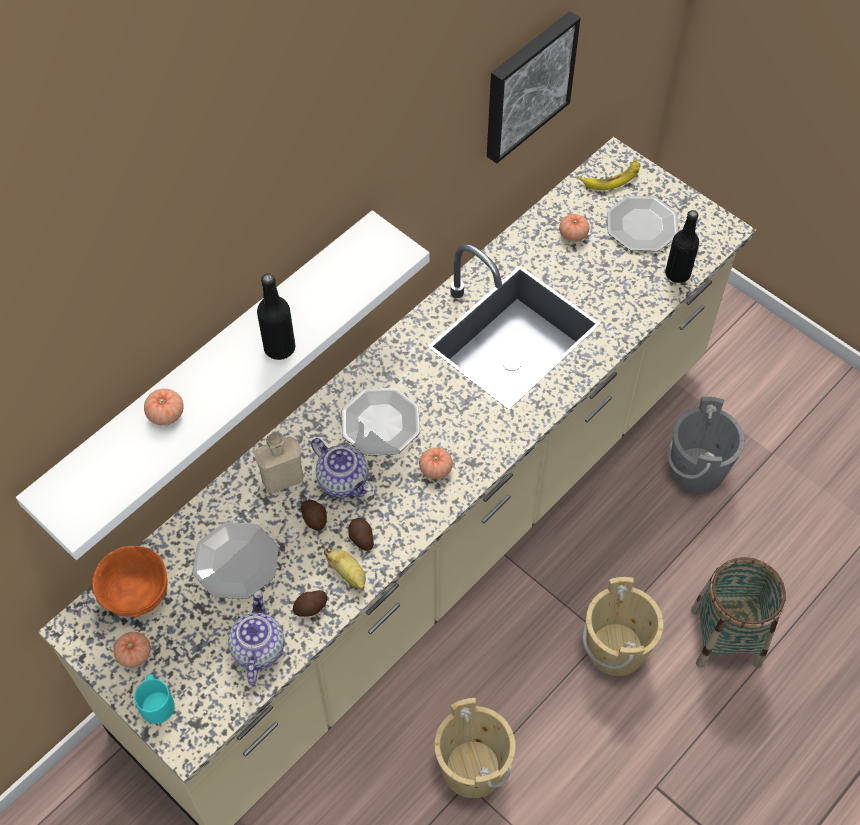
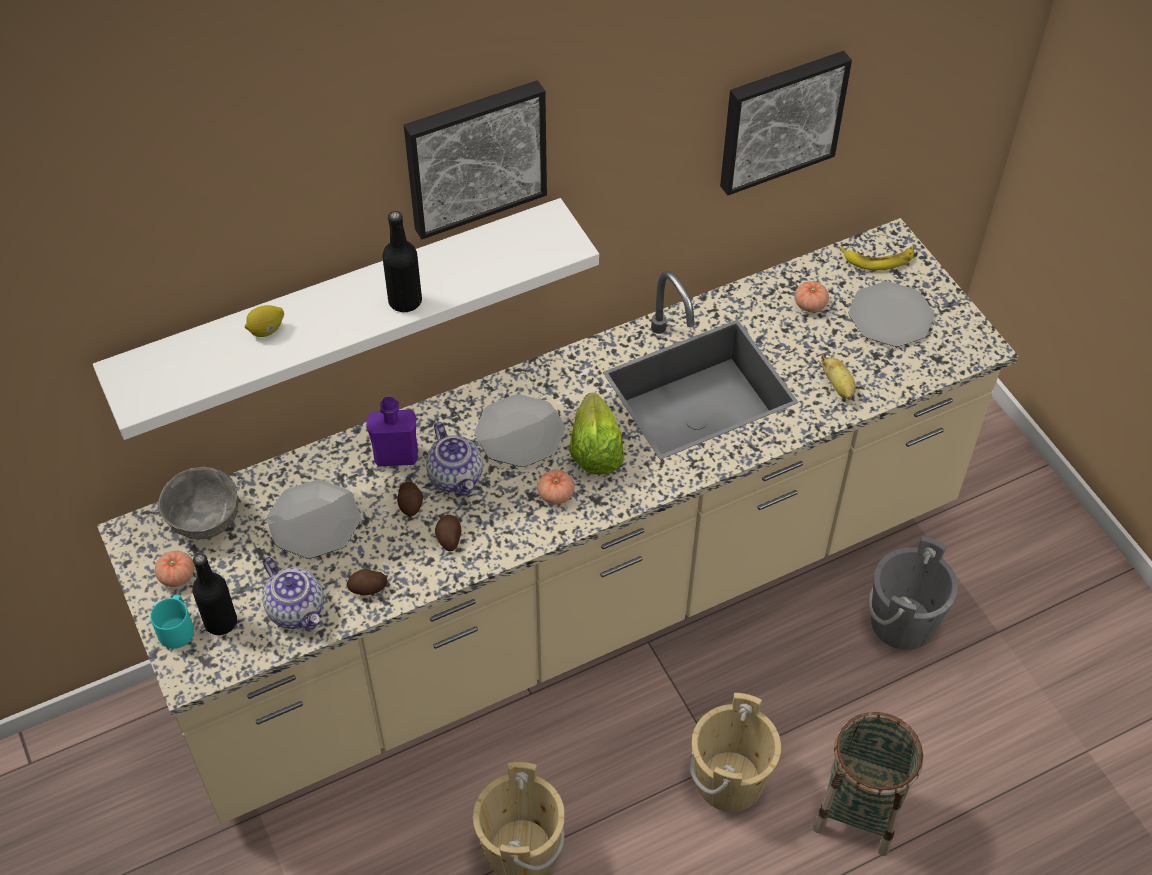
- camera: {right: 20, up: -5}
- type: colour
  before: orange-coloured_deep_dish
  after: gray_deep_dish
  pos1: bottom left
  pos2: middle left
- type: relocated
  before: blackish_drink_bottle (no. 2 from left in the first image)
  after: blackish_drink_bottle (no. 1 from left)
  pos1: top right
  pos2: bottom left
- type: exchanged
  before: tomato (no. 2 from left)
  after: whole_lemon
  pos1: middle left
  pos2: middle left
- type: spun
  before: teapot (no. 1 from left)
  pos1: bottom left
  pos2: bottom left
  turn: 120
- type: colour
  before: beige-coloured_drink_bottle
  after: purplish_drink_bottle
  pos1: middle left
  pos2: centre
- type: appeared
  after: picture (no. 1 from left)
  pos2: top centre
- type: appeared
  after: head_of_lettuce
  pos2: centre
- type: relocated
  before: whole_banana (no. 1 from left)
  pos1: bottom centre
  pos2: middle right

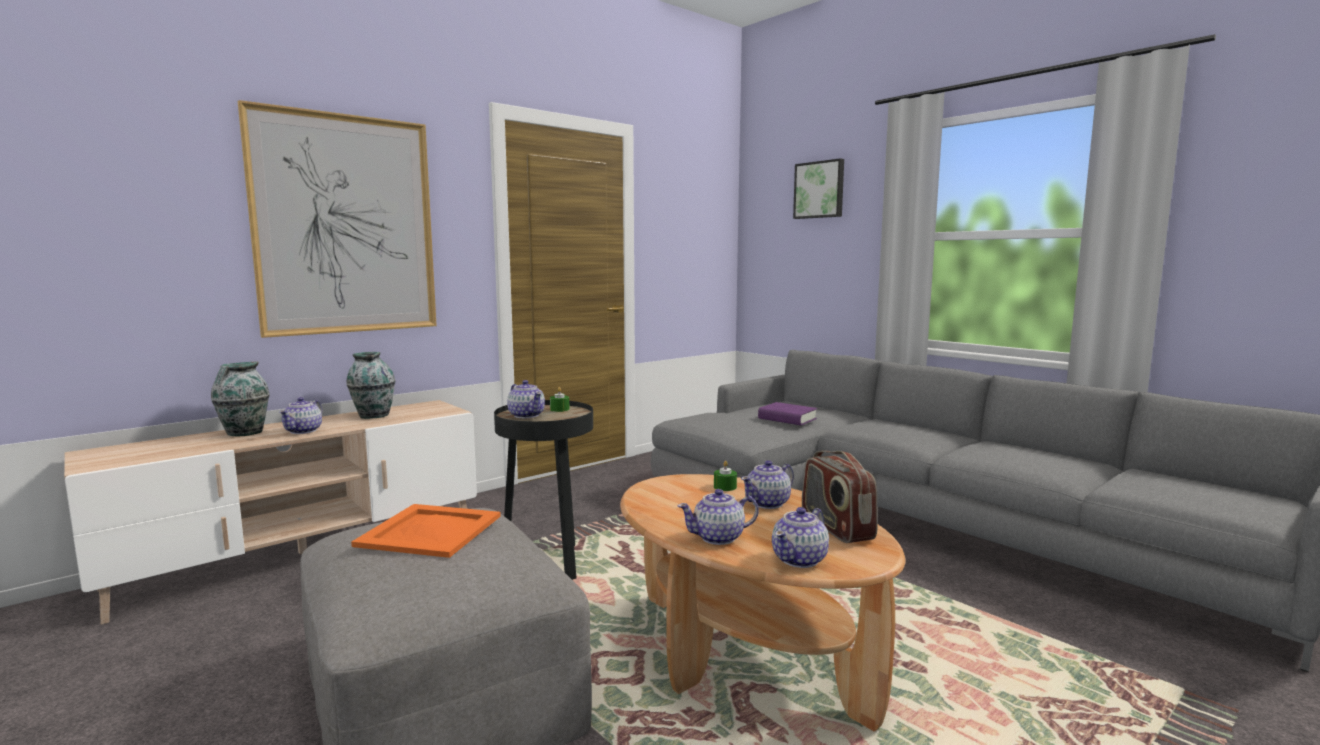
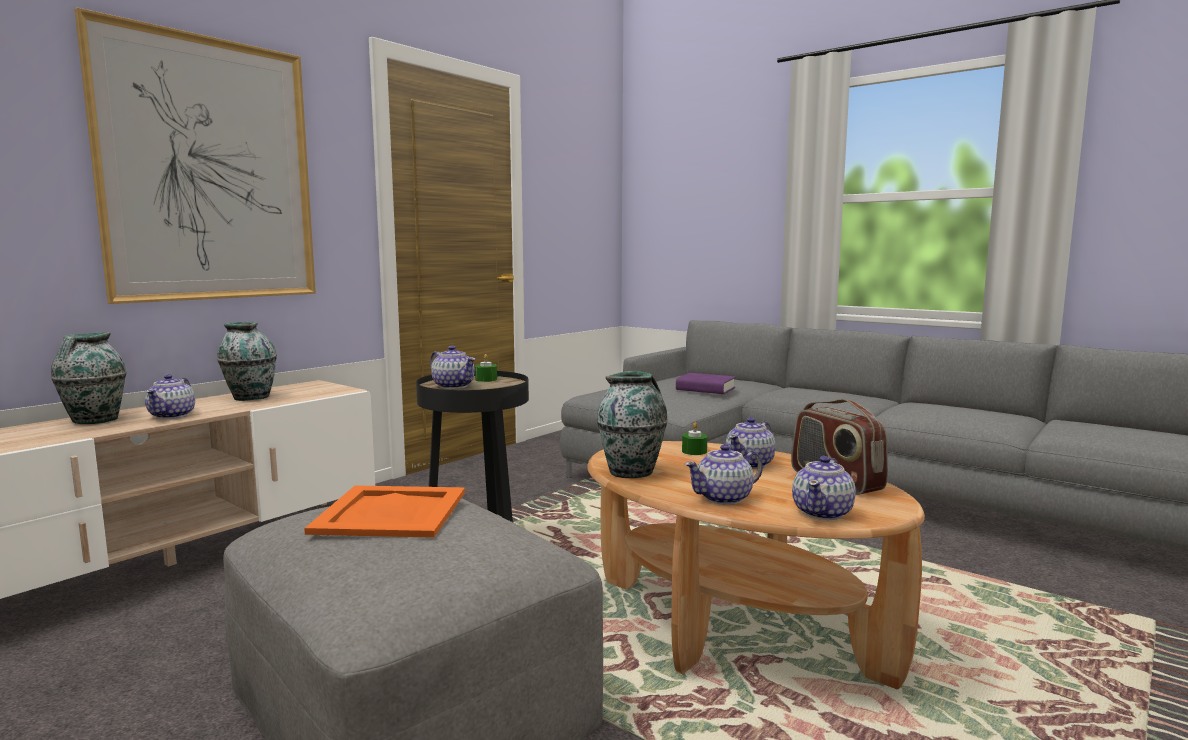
- camera: {right: -10, up: 0}
- type: appeared
  after: vase (no. 3 from left)
  pos2: centre
- type: missing
  before: picture (no. 2 from left)
  pos1: top centre

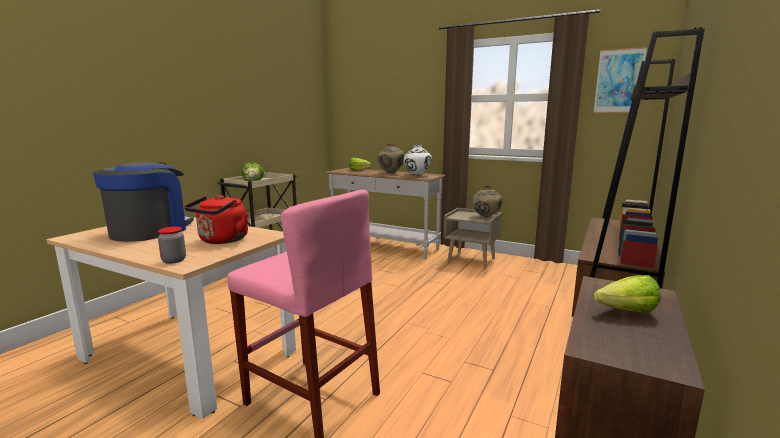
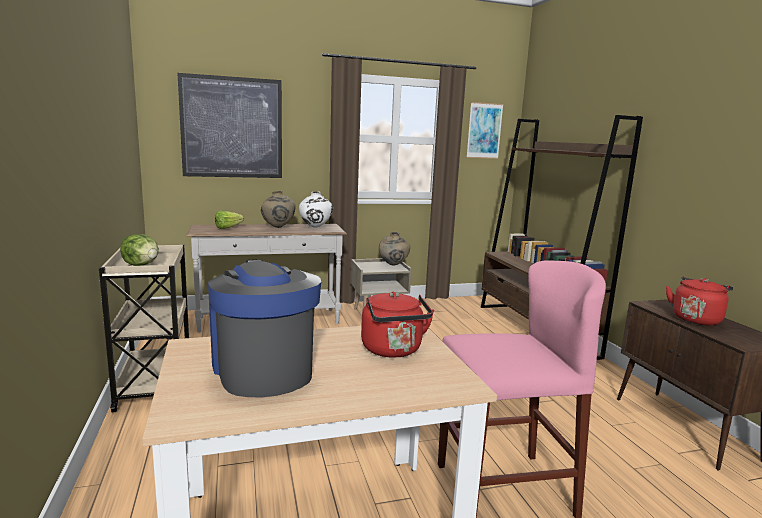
- camera: {right: -45, up: 0}
- type: appeared
  after: picture (no. 1 from left)
  pos2: top left
- type: exchanged
  before: head_of_lettuce (no. 3 from left)
  after: reddish_tea_kettle (no. 2 from left)
  pos1: bottom right
  pos2: middle right
- type: missing
  before: storage_jar
  pos1: middle left

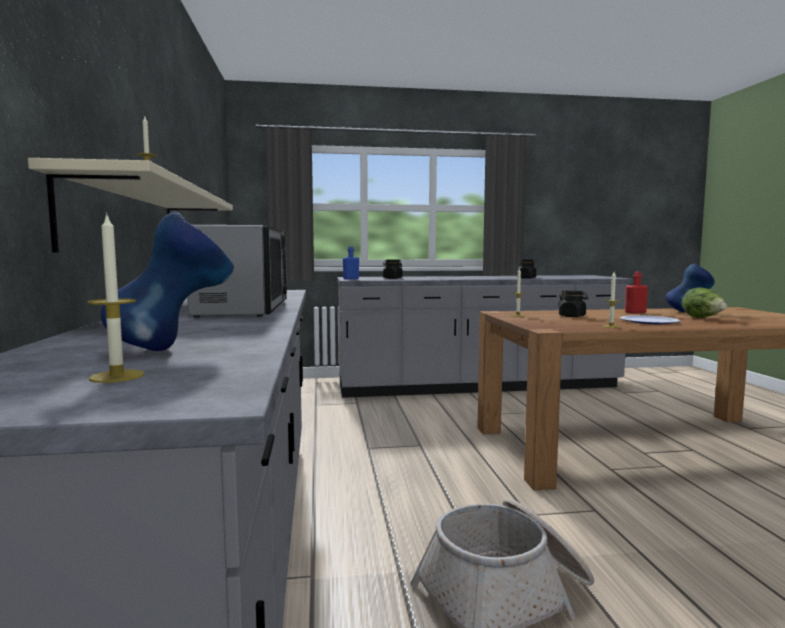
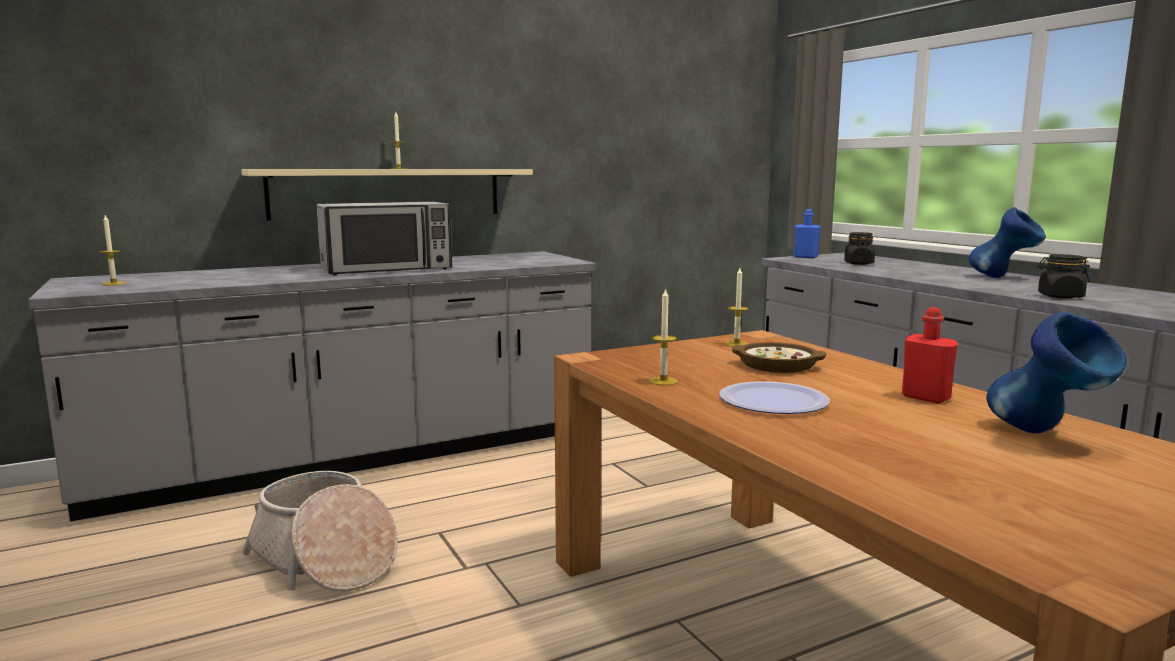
- camera: {right: 70, up: 5}
- type: exchanged
  before: blackish_storage_jar (no. 3 from left)
  after: deep_dish
  pos1: middle right
  pos2: centre
- type: relocated
  before: blue-coloured_vase (no. 1 from left)
  pos1: middle left
  pos2: middle right
- type: missing
  before: head_of_lettuce
  pos1: middle right

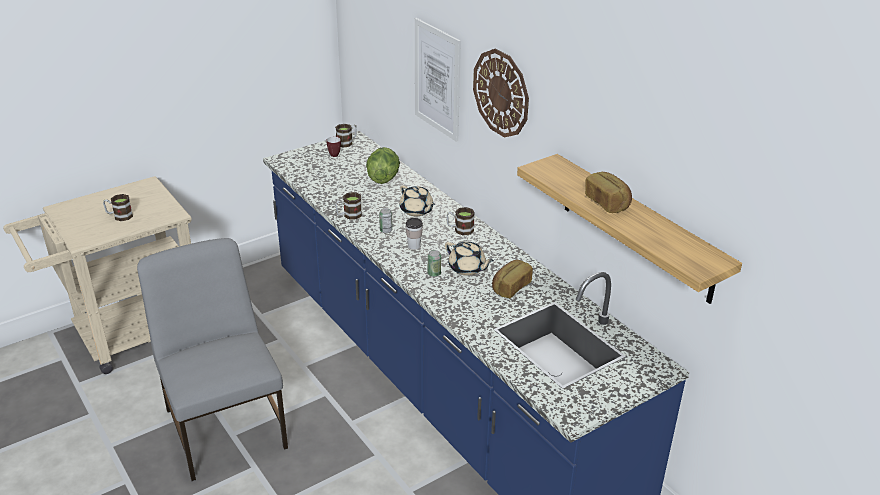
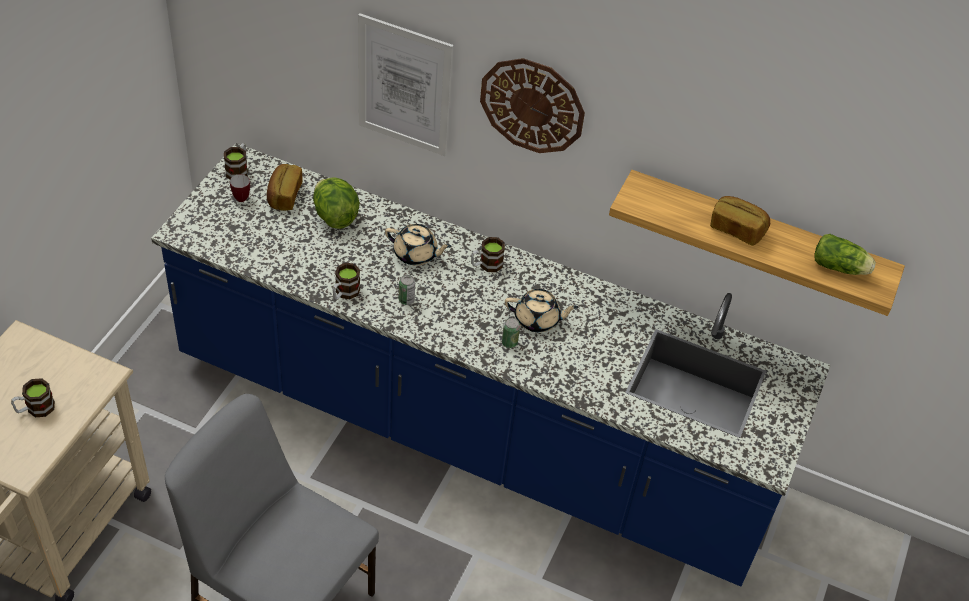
- camera: {right: -35, up: 15}
- type: relocated
  before: baked_bread (no. 1 from left)
  pos1: centre
  pos2: top left
- type: appeared
  after: head_of_lettuce (no. 2 from left)
  pos2: middle right
- type: missing
  before: small_cup
  pos1: centre

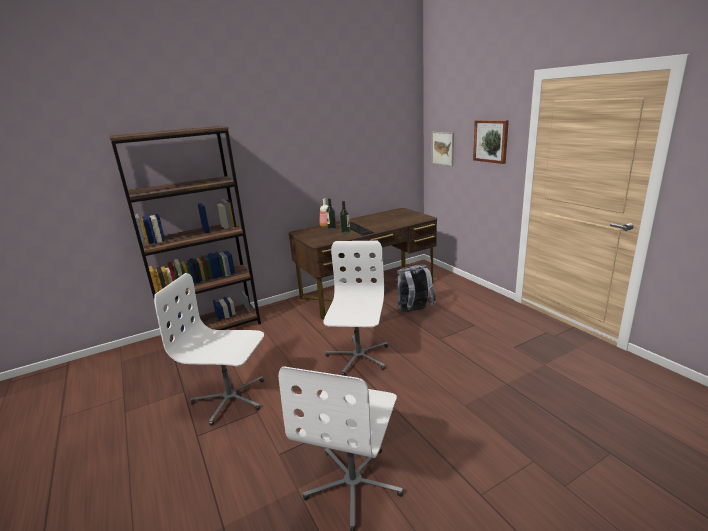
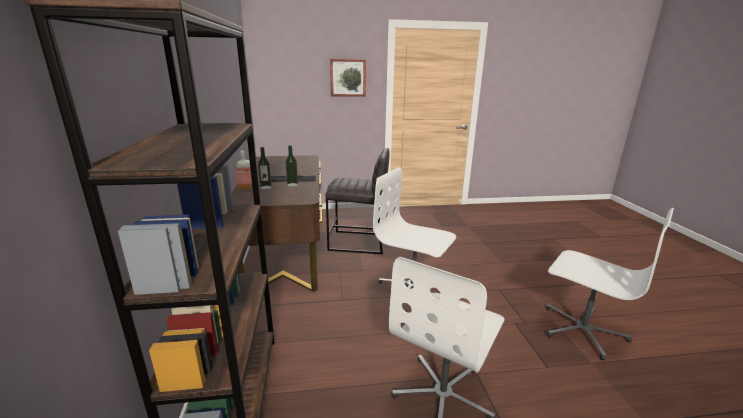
- camera: {right: -70, up: 0}
- type: exchanged
  before: gray_backpack
  after: gray_stool
  pos1: centre
  pos2: centre
- type: missing
  before: picture (no. 1 from left)
  pos1: top centre

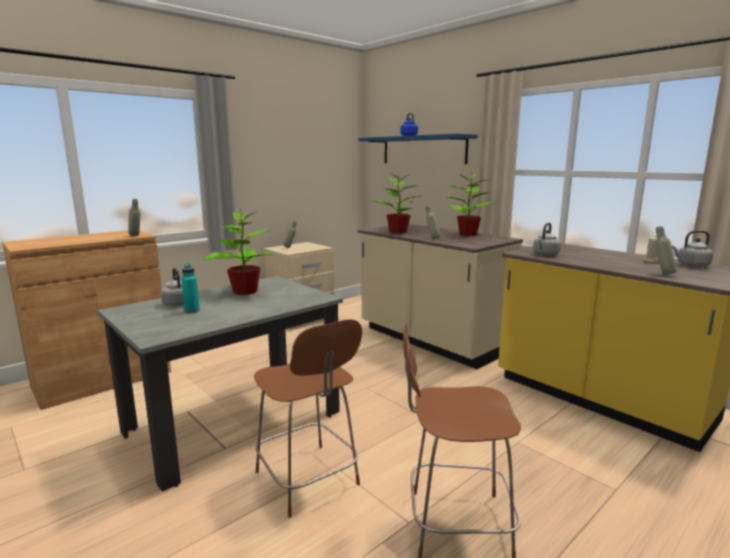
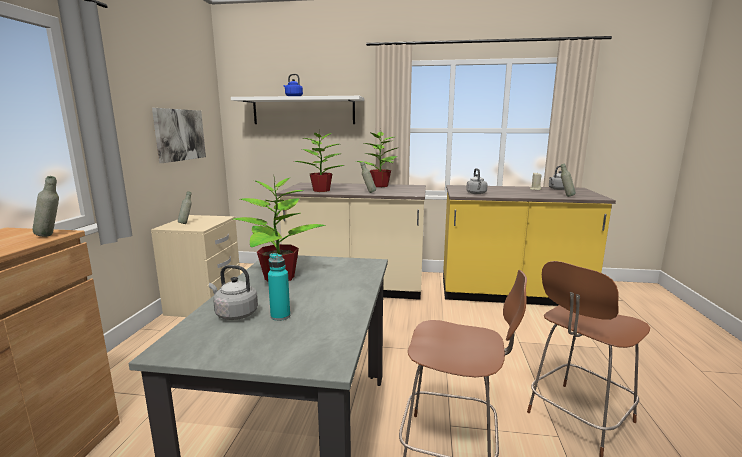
- camera: {right: -40, up: 0}
- type: appeared
  after: picture
  pos2: top left
- type: colour
  before: blue-coloured_wall_shelf
  after: white-coloured_wall_shelf
  pos1: top centre
  pos2: top centre

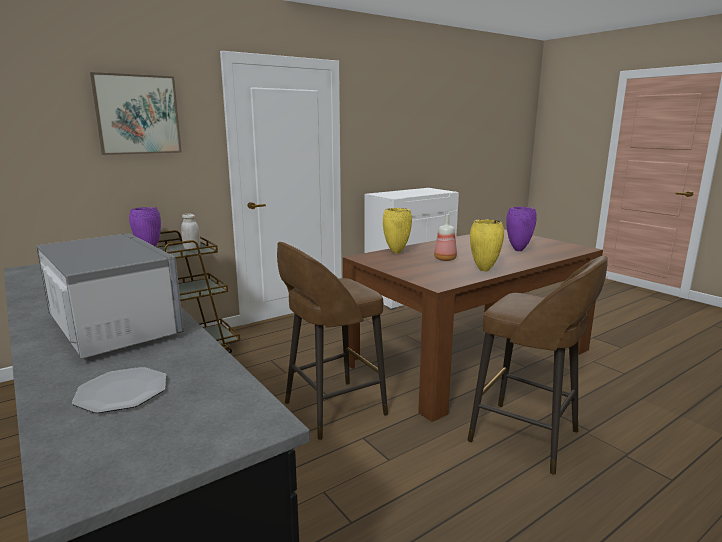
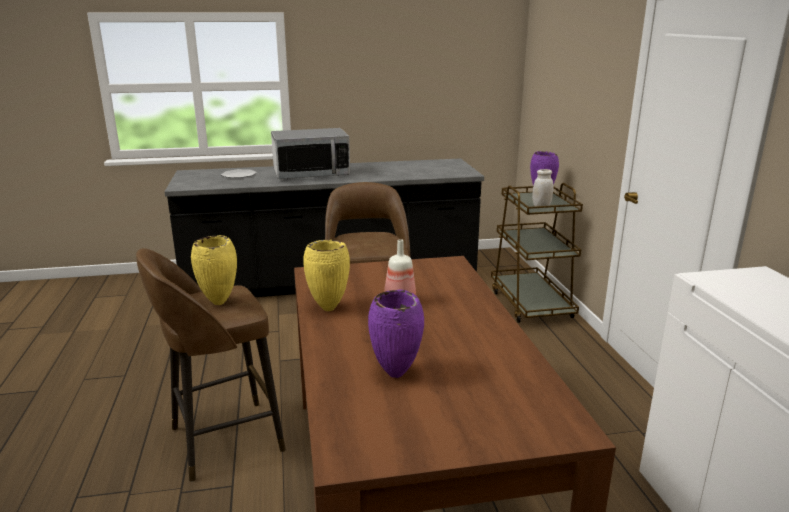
- camera: {right: 115, up: 5}
- type: relocated
  before: yellowish_vase (no. 1 from left)
  pos1: centre
  pos2: middle left
- type: missing
  before: picture
  pos1: top left

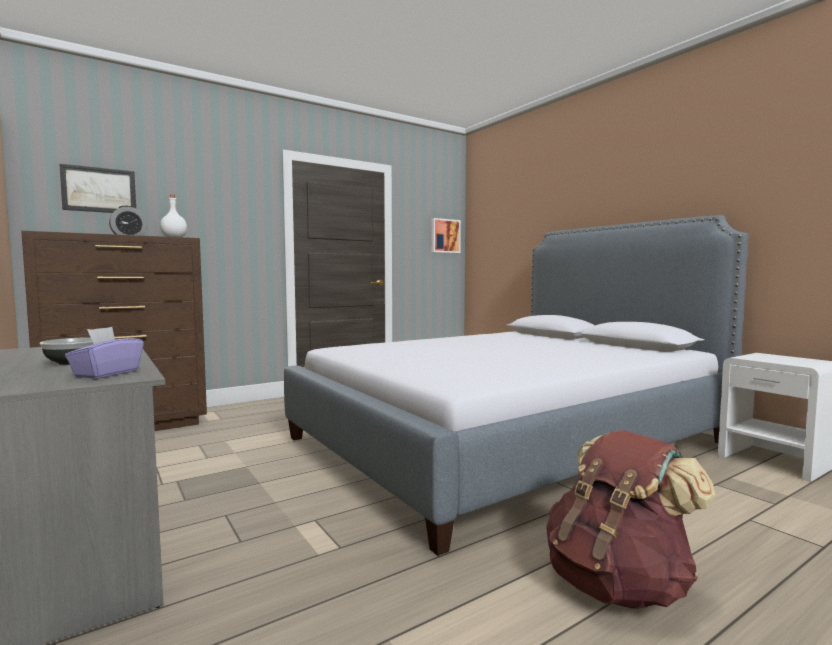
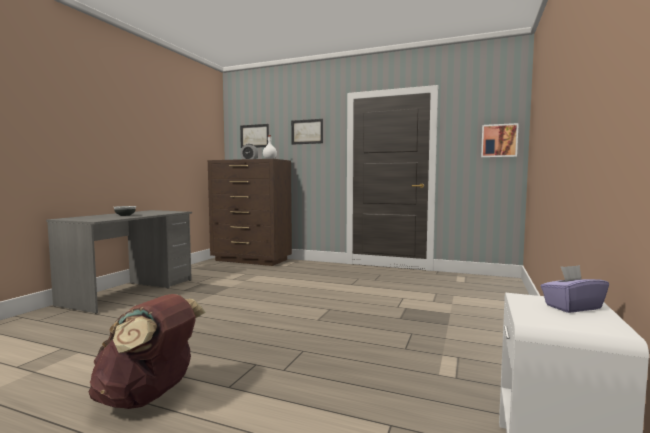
- camera: {right: 55, up: 0}
- type: appeared
  after: picture (no. 2 from left)
  pos2: top centre
- type: relocated
  before: purplish_box_of_tissues
  pos1: middle left
  pos2: bottom right
- type: missing
  before: bed
  pos1: centre

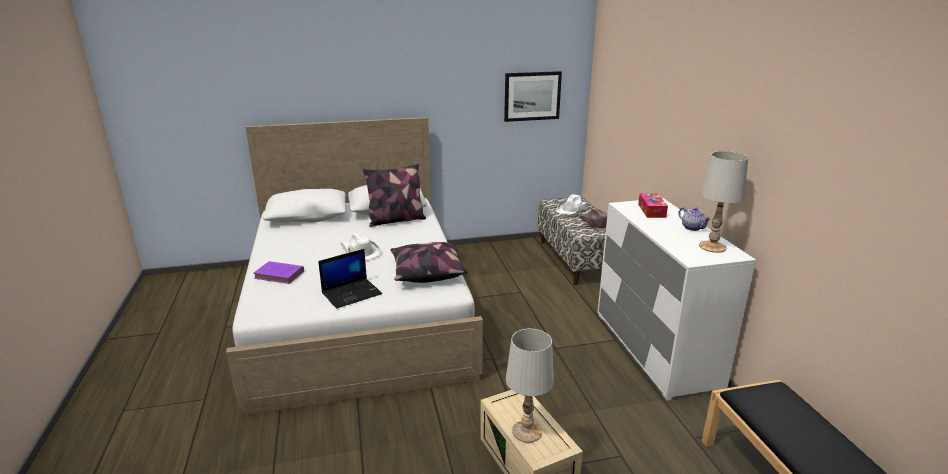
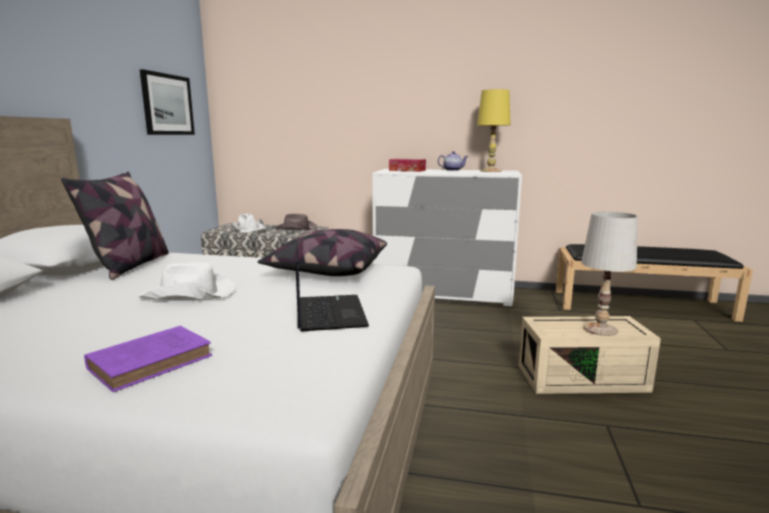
- camera: {right: -65, up: -10}
- type: colour
  before: white-coloured_table_lamp (no. 2 from left)
  after: yellowish_table_lamp
  pos1: middle right
  pos2: top centre

